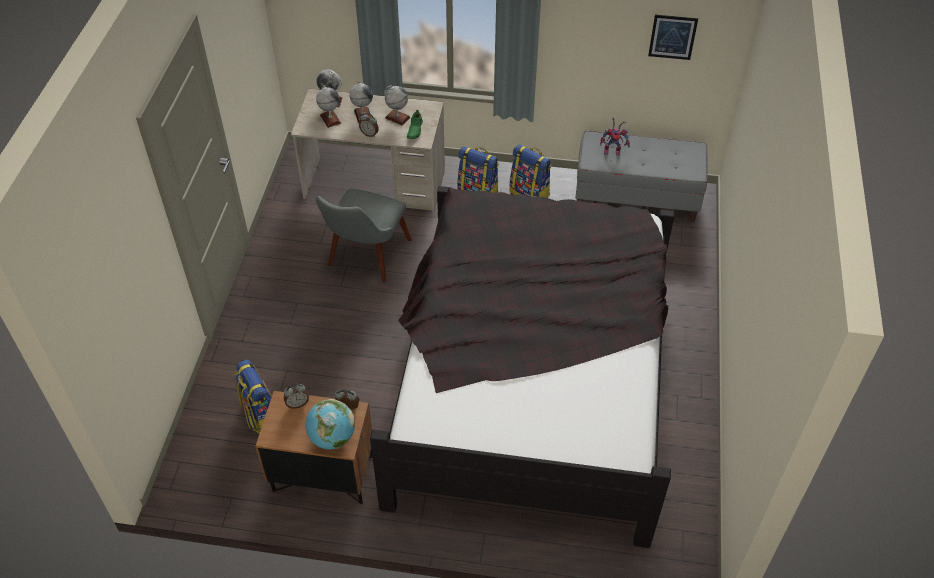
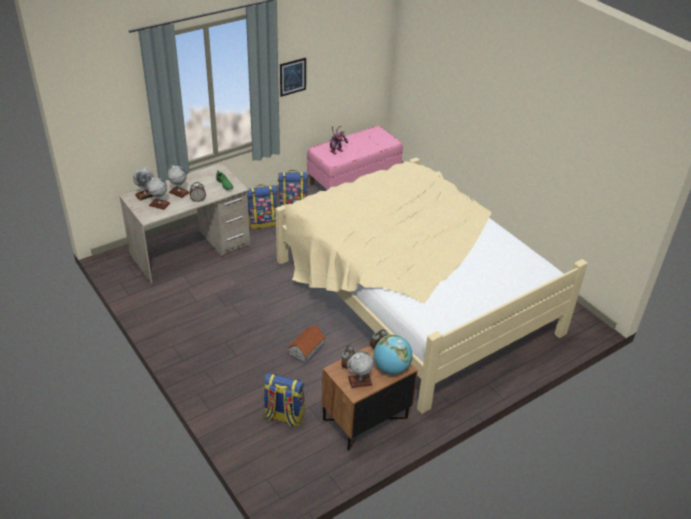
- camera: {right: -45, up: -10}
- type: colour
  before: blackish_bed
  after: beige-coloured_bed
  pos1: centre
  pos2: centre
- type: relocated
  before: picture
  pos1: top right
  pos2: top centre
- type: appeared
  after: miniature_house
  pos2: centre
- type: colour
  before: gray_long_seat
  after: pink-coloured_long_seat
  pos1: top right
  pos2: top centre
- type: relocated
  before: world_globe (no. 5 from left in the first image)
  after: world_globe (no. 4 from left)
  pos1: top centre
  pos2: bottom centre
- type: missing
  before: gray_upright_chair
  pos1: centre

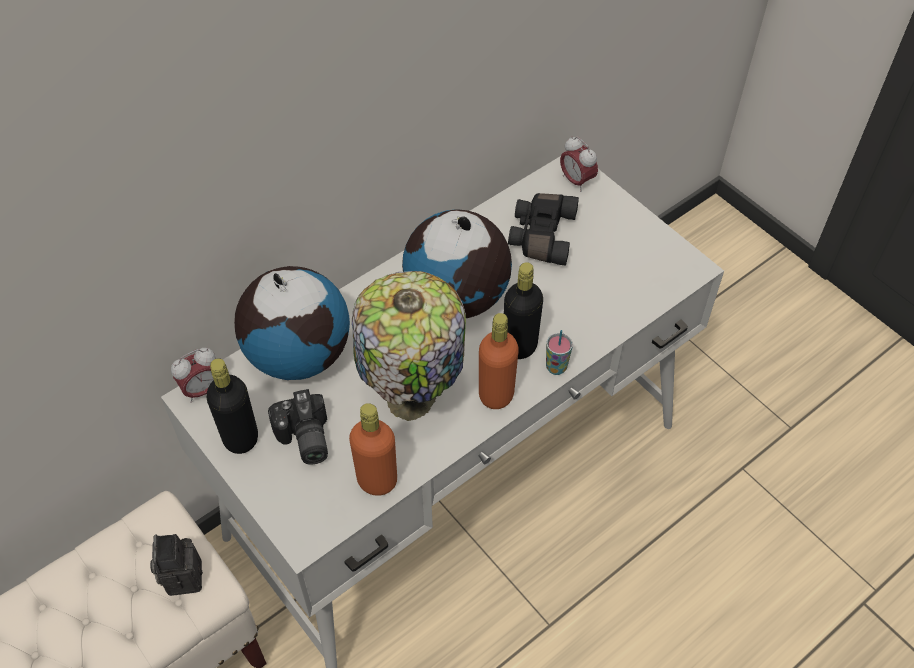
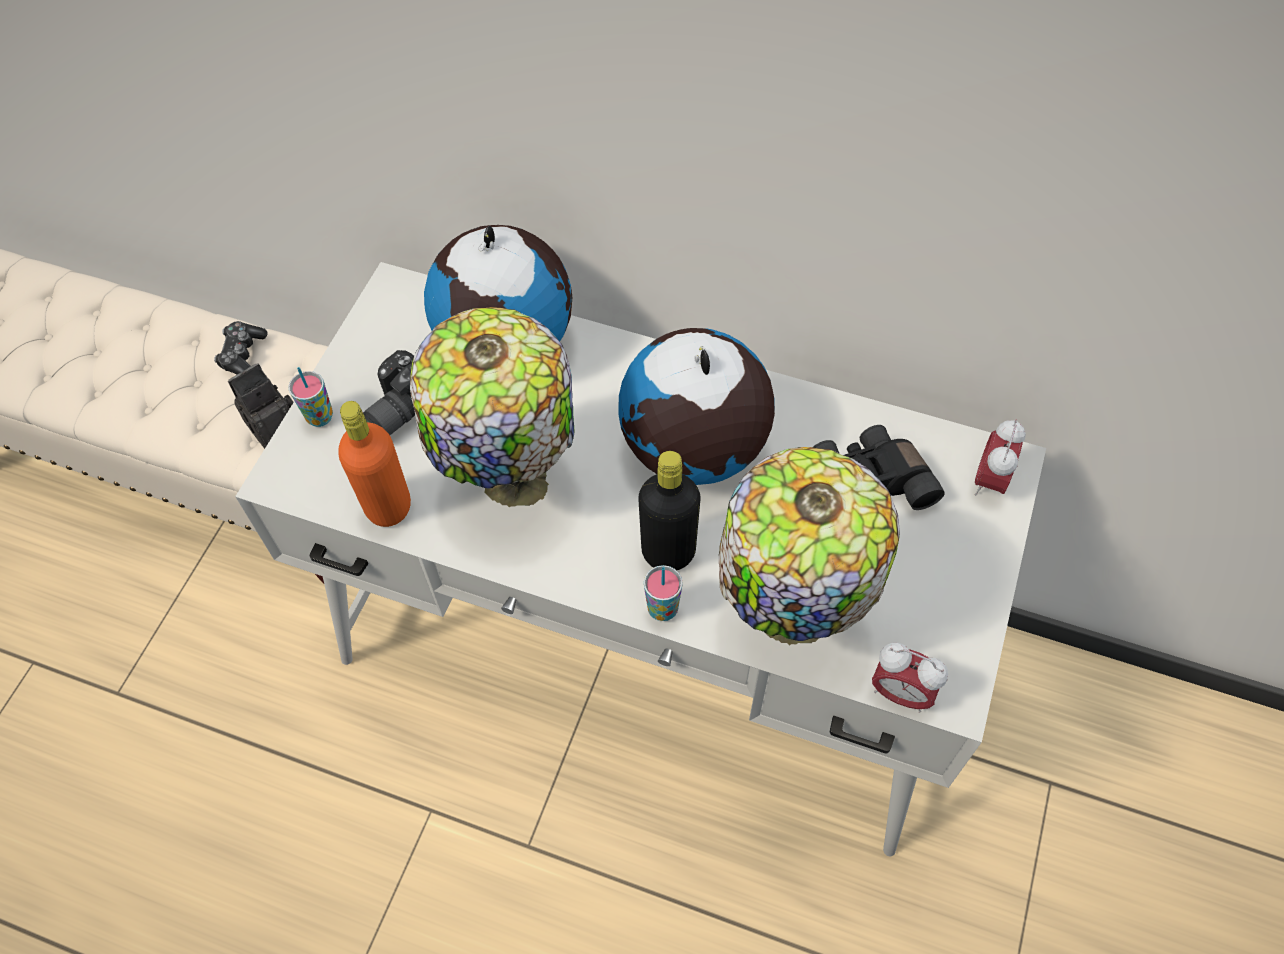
- camera: {right: 60, up: 5}
- type: appeared
  after: game_controller
  pos2: middle left
- type: appeared
  after: small_cup (no. 1 from left)
  pos2: middle left
- type: appeared
  after: table_lamp (no. 2 from left)
  pos2: centre
- type: relocated
  before: table_clock (no. 1 from left)
  pos1: middle left
  pos2: bottom right
- type: missing
  before: blackish_drink_bottle (no. 1 from left)
  pos1: middle left
- type: missing
  before: orange-coloured_drink_bottle (no. 2 from left)
  pos1: centre

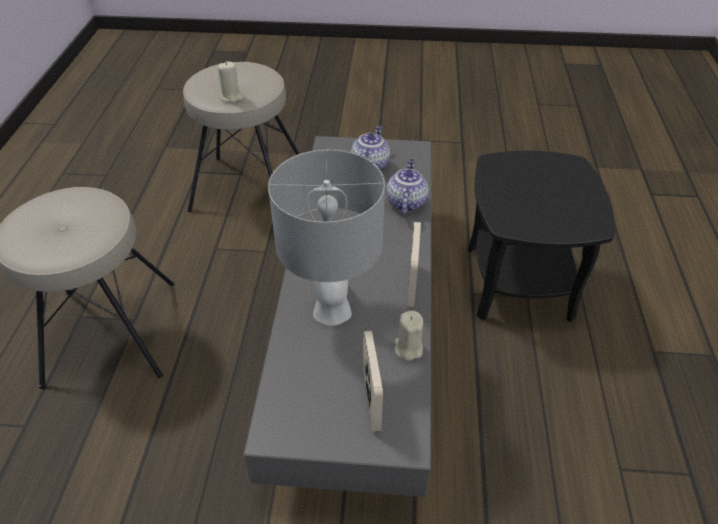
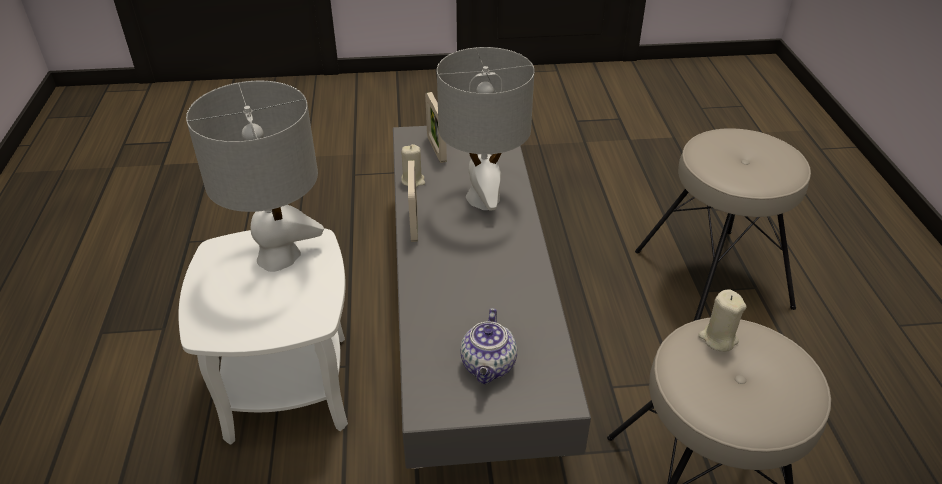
- camera: {right: 170, up: -5}
- type: colour
  before: blackish_end_table
  after: white-coloured_end_table
  pos1: middle right
  pos2: bottom left
- type: appeared
  after: gray_table_lamp (no. 1 from left)
  pos2: middle left
- type: missing
  before: teapot (no. 2 from left)
  pos1: centre

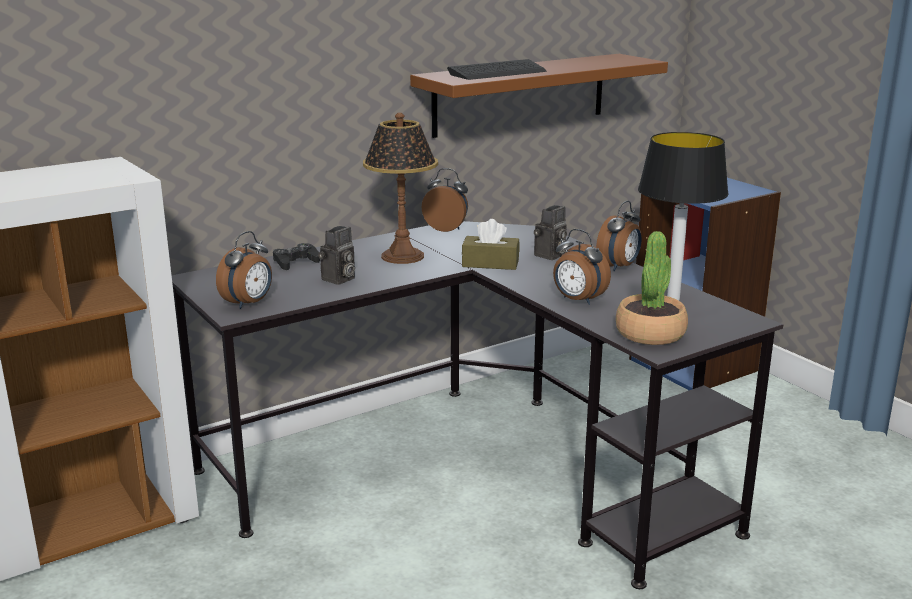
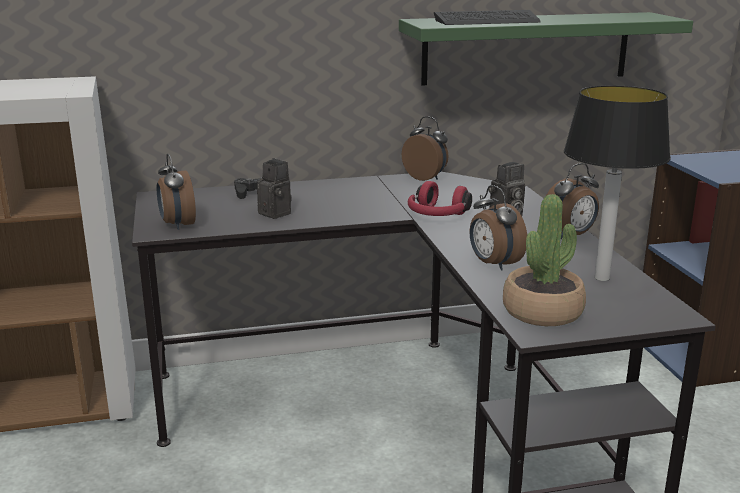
- camera: {right: 20, up: 0}
- type: spun
  before: table_clock (no. 1 from left)
  pos1: middle left
  pos2: middle left
  turn: 105
- type: spun
  before: still_camera (no. 1 from left)
  pos1: centre
  pos2: centre
  turn: -105
- type: colour
  before: brown-coloured_wall_shelf
  after: greenish_wall_shelf
  pos1: top centre
  pos2: top right
- type: exchanged
  before: brown-coloured_box_of_tissues
  after: reddish_headphones
  pos1: centre
  pos2: centre
- type: missing
  before: table_lamp (no. 1 from left)
  pos1: top centre

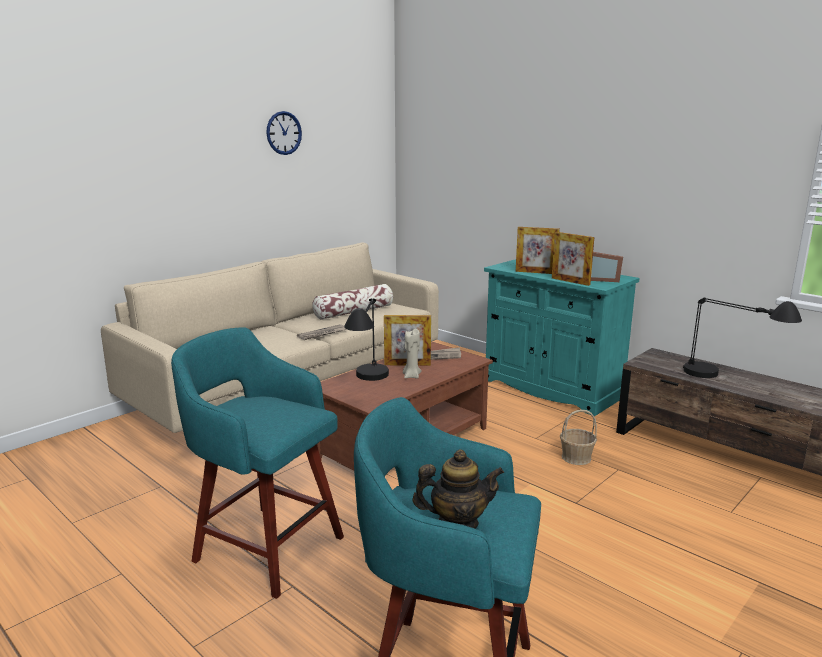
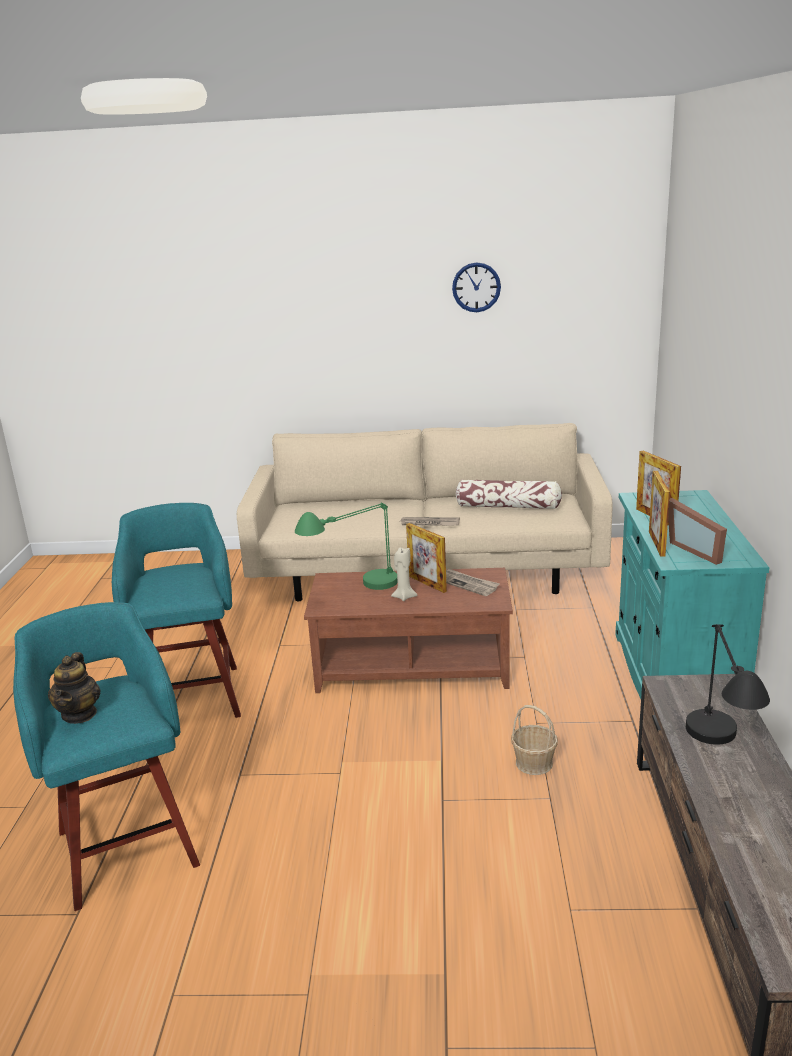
- camera: {right: 50, up: 5}
- type: spun
  before: teapot
  pos1: bottom centre
  pos2: middle left
  turn: 45
- type: colour
  before: blackish_table_lamp (no. 1 from left)
  after: greenish_table_lamp
  pos1: centre
  pos2: centre

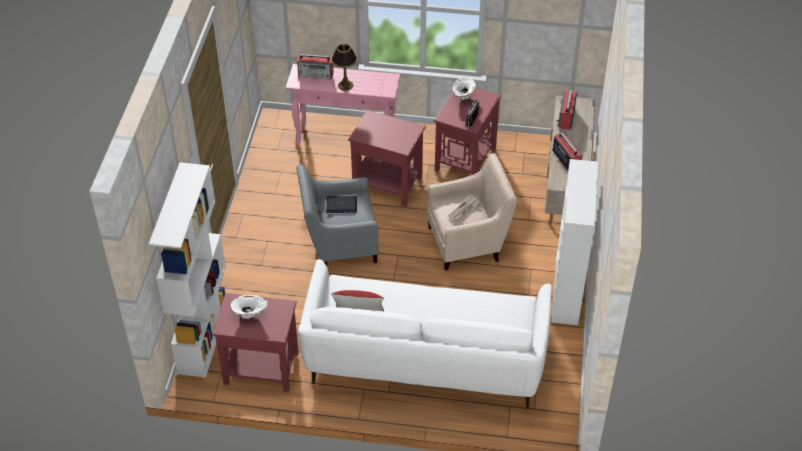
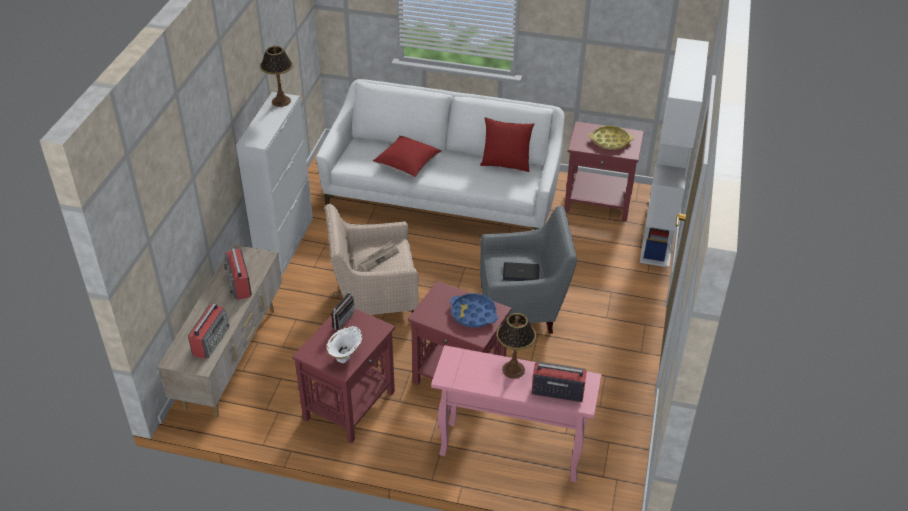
- camera: {right: -175, up: -5}
- type: appeared
  after: table_lamp (no. 1 from left)
  pos2: top left
- type: appeared
  after: reddish_pillow (no. 1 from left)
  pos2: top centre
- type: appeared
  after: blue-coloured_carrying_tray
  pos2: centre
- type: exchanged
  before: white-coloured_vase (no. 1 from left)
  after: yellowish_carrying_tray
  pos1: bottom left
  pos2: top right

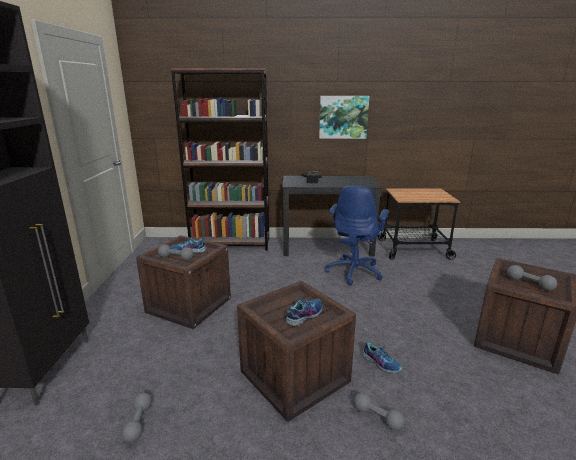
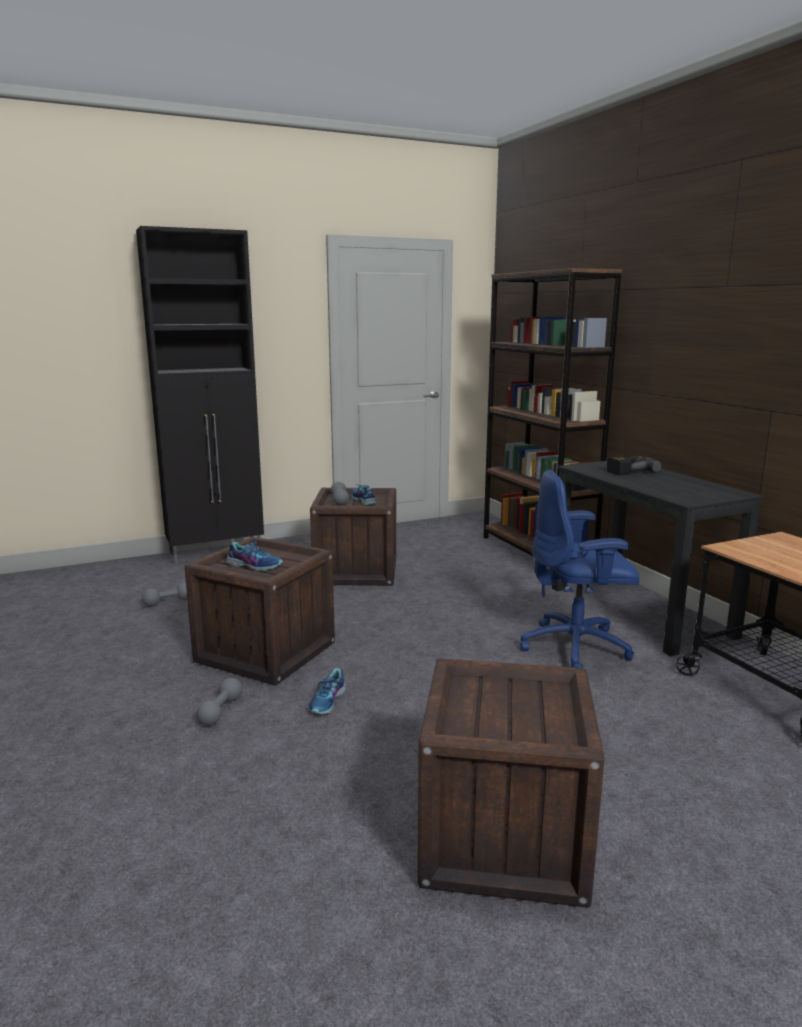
- camera: {right: 65, up: -5}
- type: missing
  before: picture
  pos1: top centre
- type: missing
  before: gray_dumbbell (no. 4 from left)
  pos1: middle right

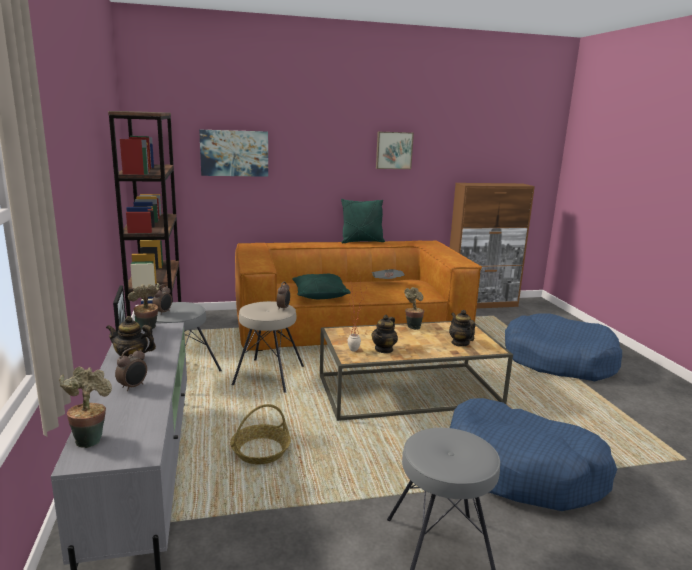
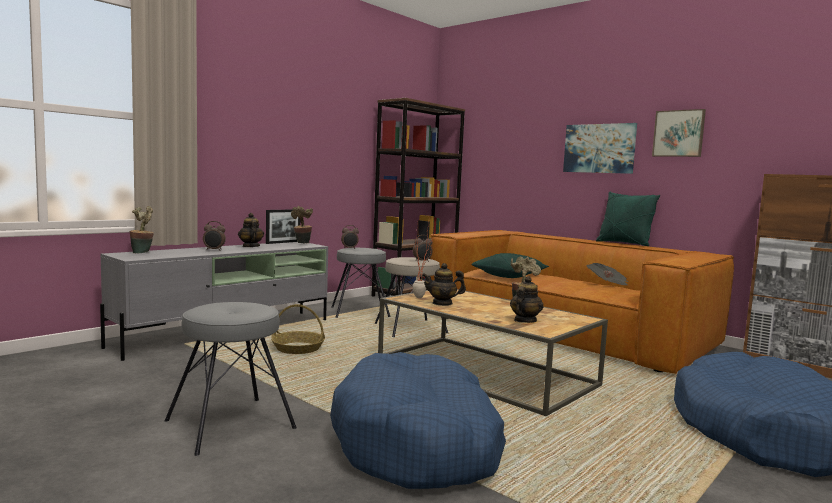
- camera: {right: 55, up: -10}
- type: relocated
  before: picture (no. 1 from left)
  pos1: top centre
  pos2: top right

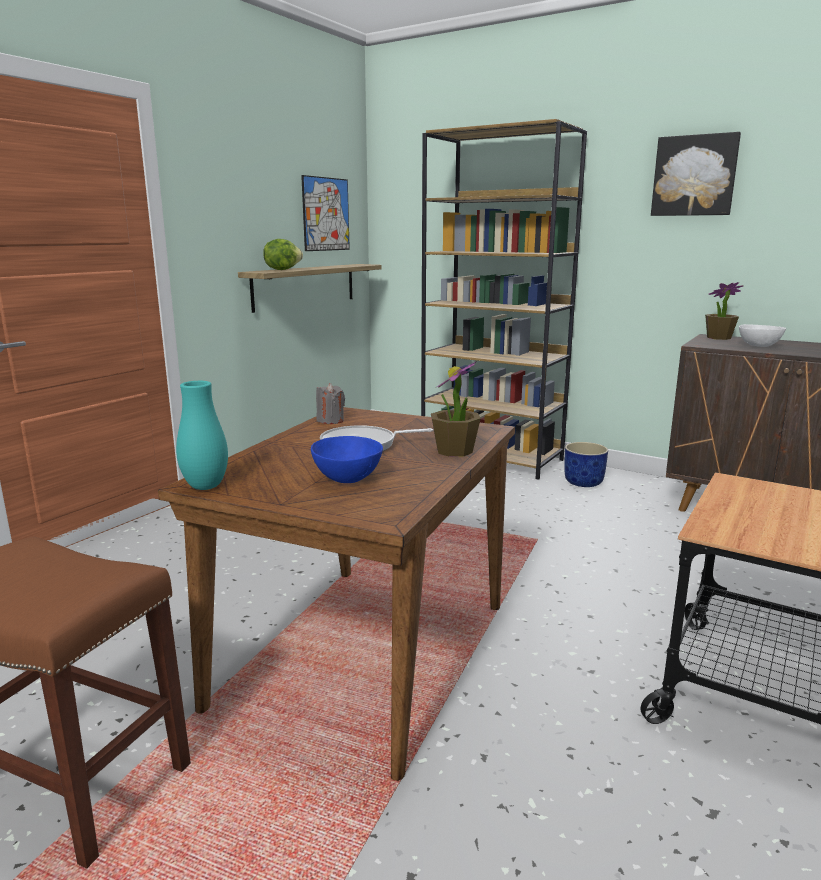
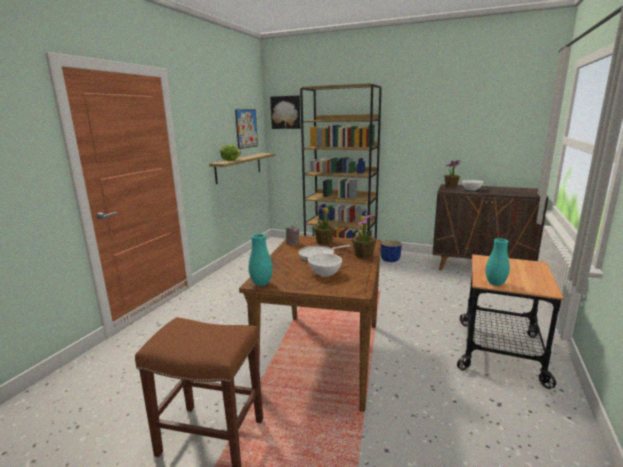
- camera: {right: -10, up: 0}
- type: relocated
  before: picture (no. 2 from left)
  pos1: top right
  pos2: top centre
- type: colour
  before: blue-coloured_deep_dish
  after: white-coloured_deep_dish (no. 1 from left)
  pos1: centre
  pos2: centre
- type: appeared
  after: houseplant (no. 1 from left)
  pos2: centre
- type: appeared
  after: blue-green_vase (no. 2 from left)
  pos2: middle right

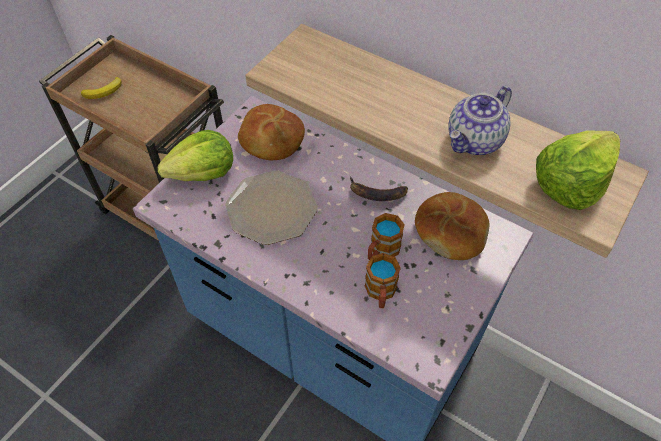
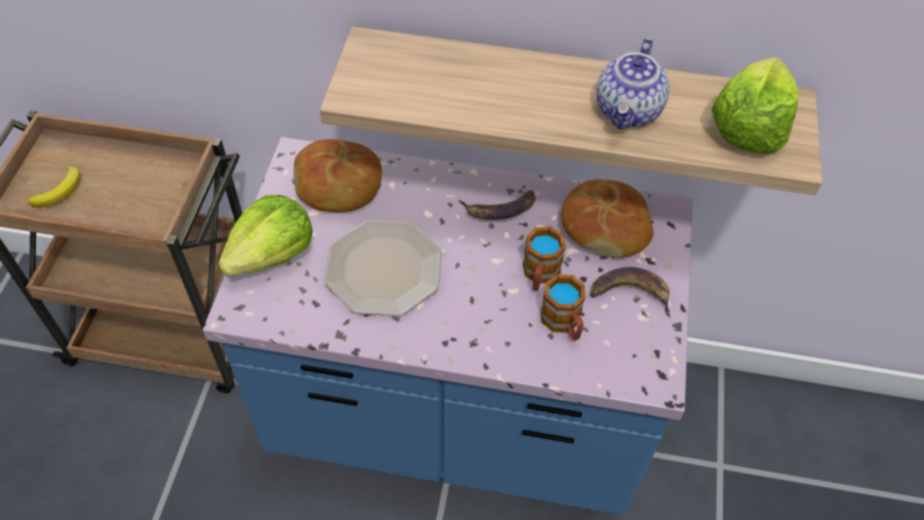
- camera: {right: -25, up: 0}
- type: appeared
  after: whole_banana (no. 3 from left)
  pos2: middle right

